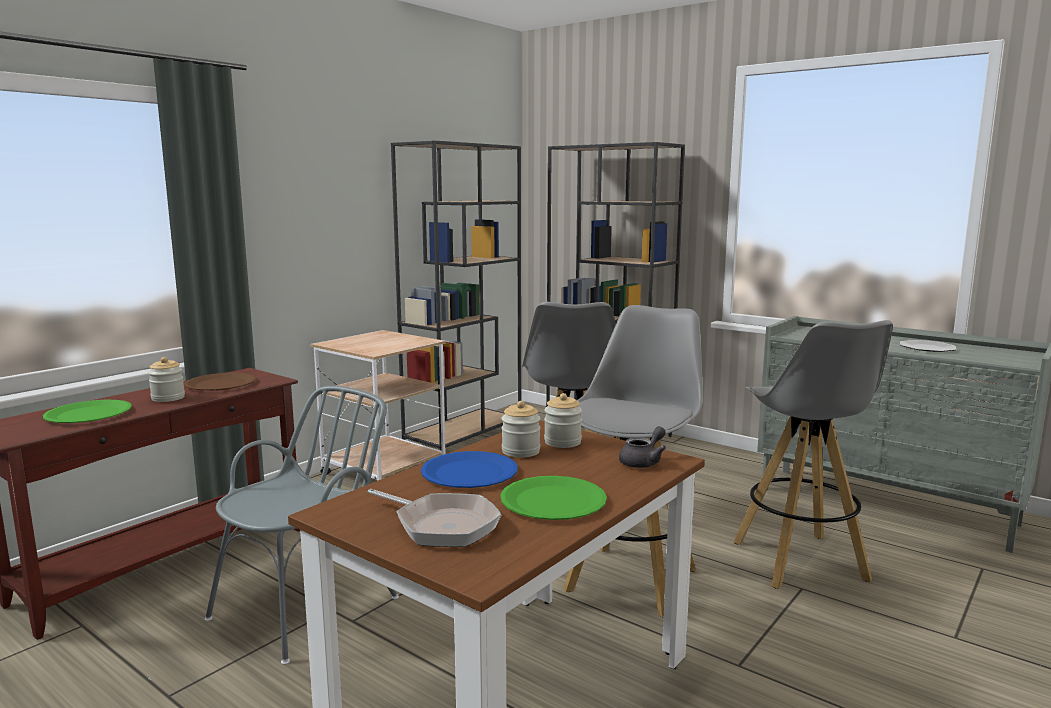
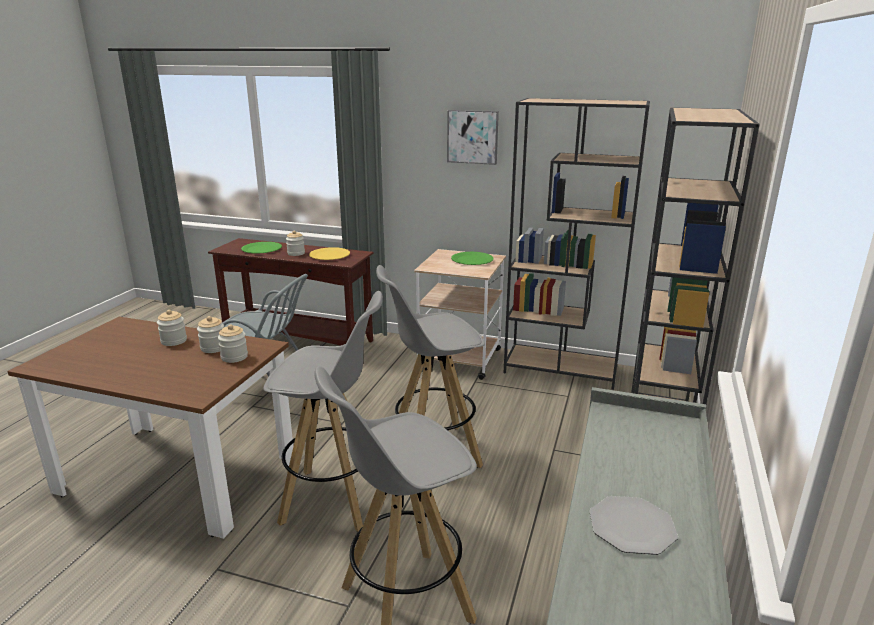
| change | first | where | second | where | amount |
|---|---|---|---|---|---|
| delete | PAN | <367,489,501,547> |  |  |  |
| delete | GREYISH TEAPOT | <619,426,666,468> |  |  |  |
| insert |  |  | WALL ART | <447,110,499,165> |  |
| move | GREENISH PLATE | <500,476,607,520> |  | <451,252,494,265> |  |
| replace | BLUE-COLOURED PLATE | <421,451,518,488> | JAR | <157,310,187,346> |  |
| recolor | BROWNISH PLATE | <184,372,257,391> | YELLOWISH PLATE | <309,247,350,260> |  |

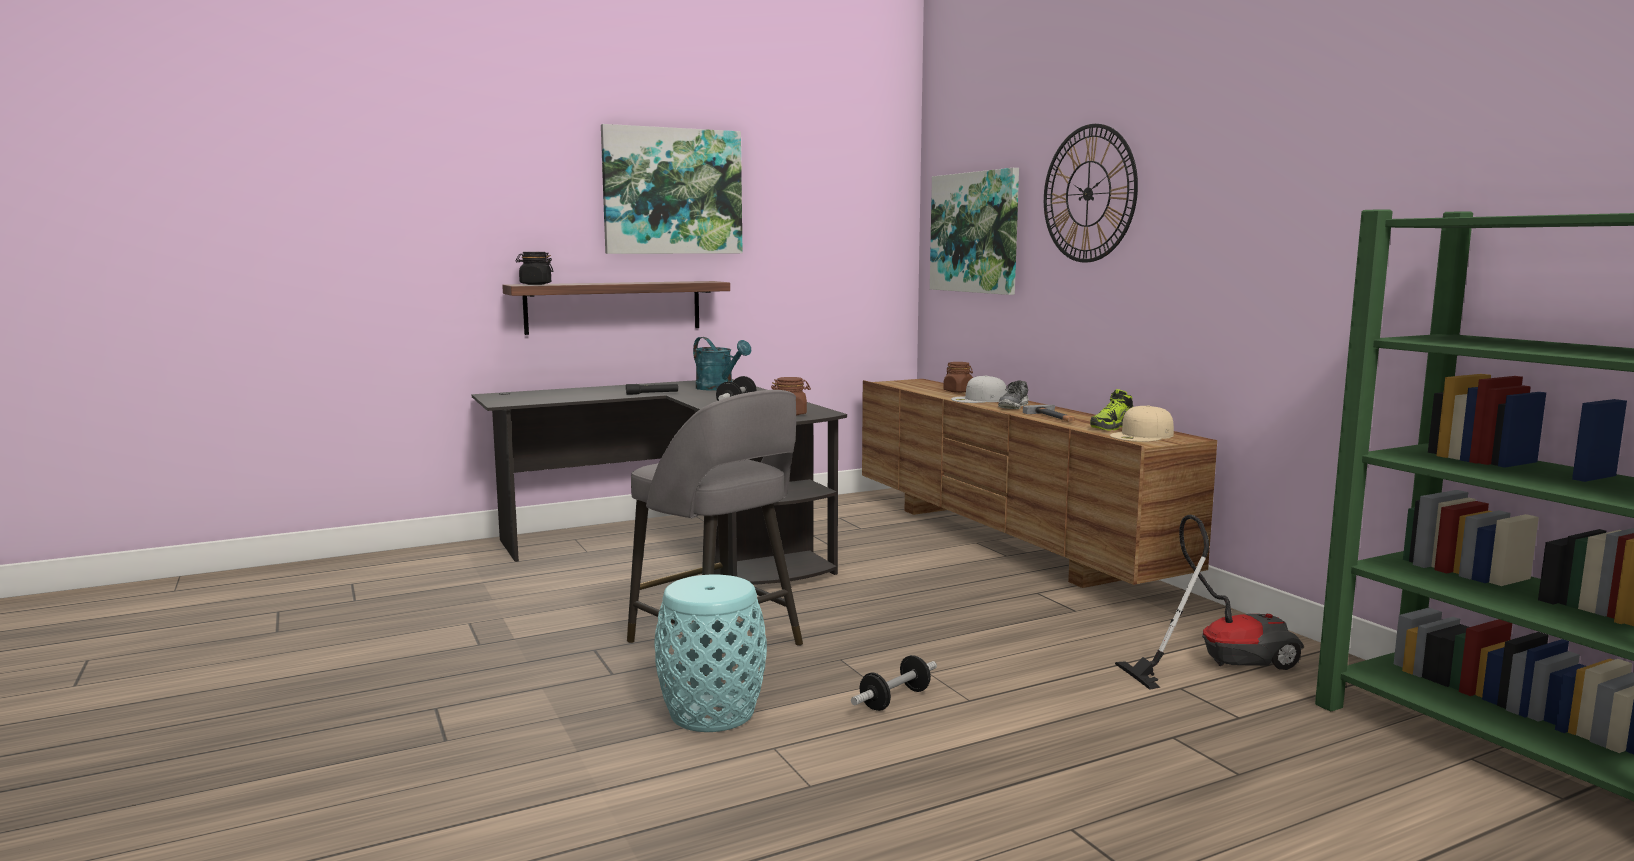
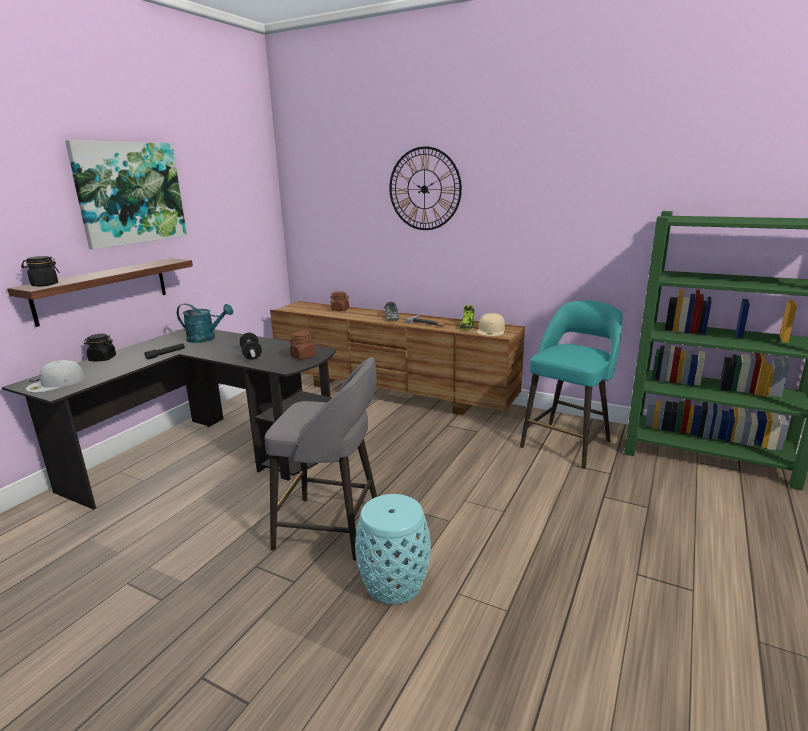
| change | first | where | second | where | amount |
|---|---|---|---|---|---|
| delete | FREE WEIGHT | <851,655,937,711> |  |  |  |
| delete | WALL ART | <930,168,1019,295> |  |  |  |
| insert |  |  | BLACK JAR | <84,334,116,361> |  |
| move | WHITISH CAP | <951,375,1007,403> |  | <26,360,85,393> |  |
| replace | VACUUM CLEANER | <1115,515,1304,690> | BLUE-GREEN STOOL | <520,300,622,468> |  |

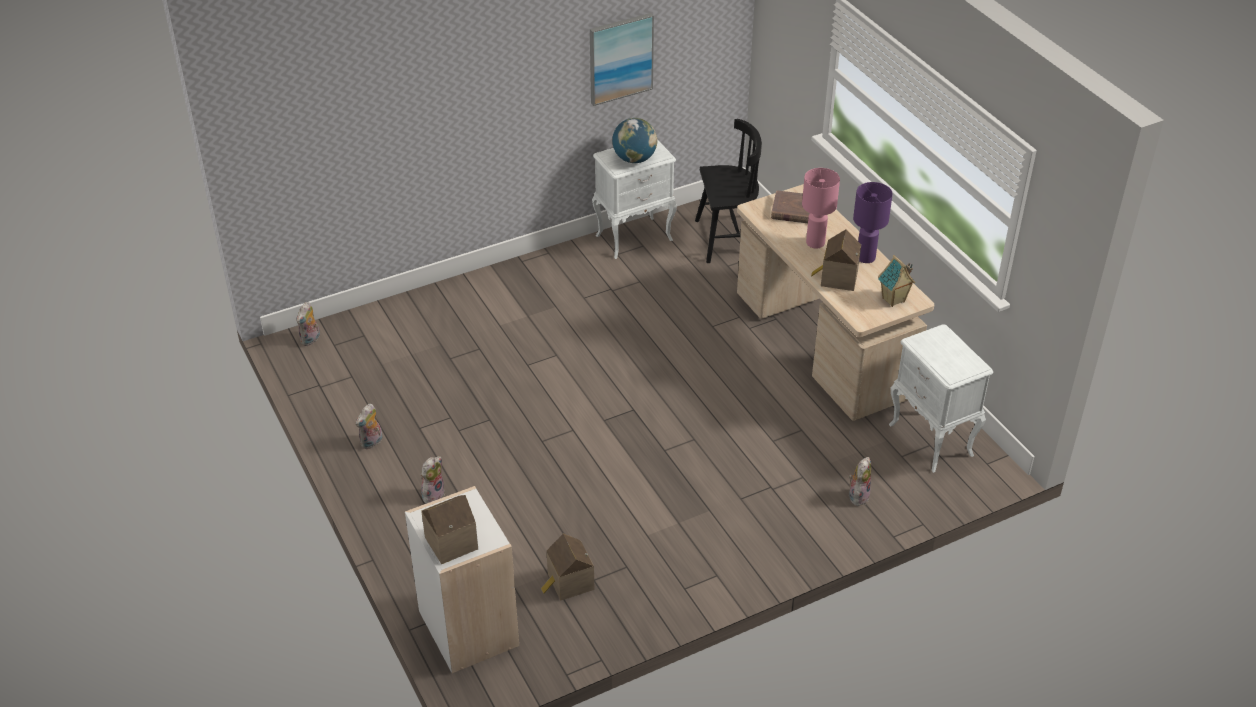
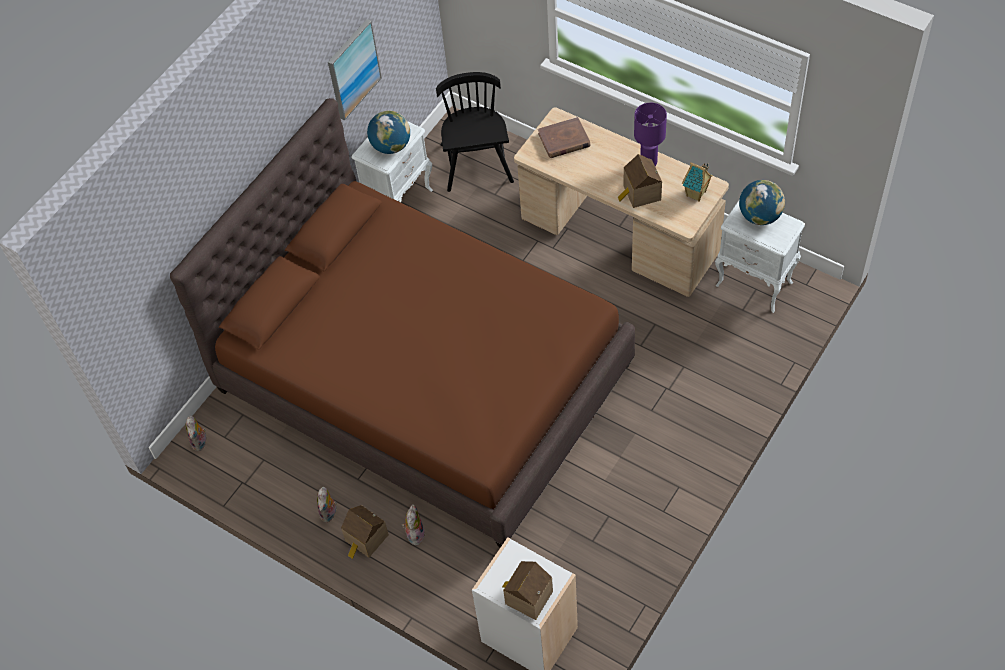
| change | first | where | second | where | amount |
|---|---|---|---|---|---|
| delete | PINKISH TABLE LAMP | <802,168,840,248> |  |  |  |
| delete | SOFT TOY | <849,457,871,506> |  |  |  |
| insert |  |  | BROWNISH BED | <170,98,635,548> |  |
| insert |  |  | DESK GLOBE | <739,180,785,225> |  |
| move | MINIATURE HOUSE | <541,534,595,601> |  | <341,505,389,559> |  |
| rotate | BLACK CHAIR | <695,119,762,263> |  | <436,72,514,192> | 60 degrees counterclockwise |

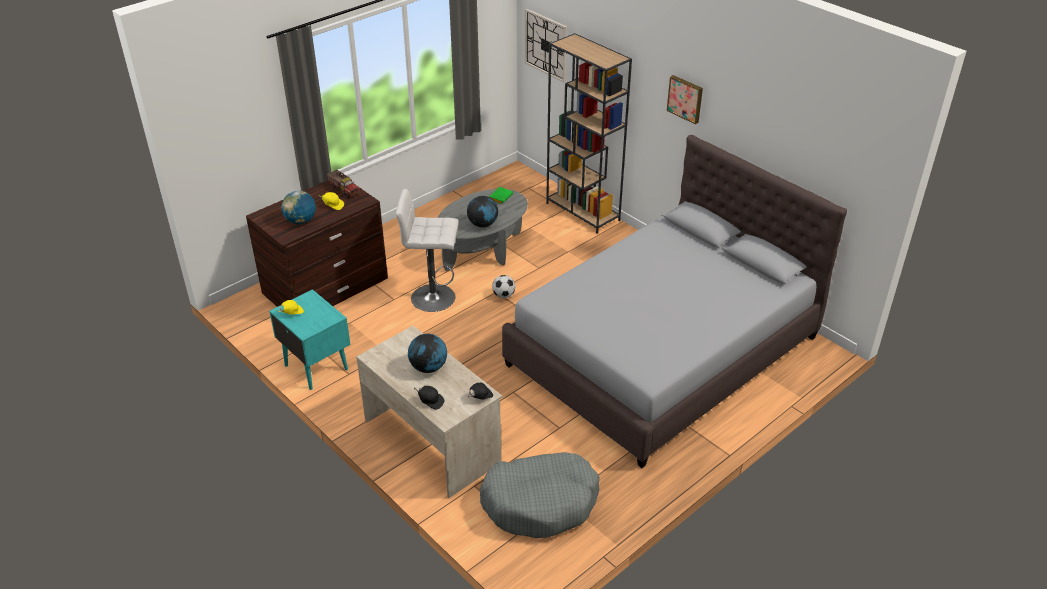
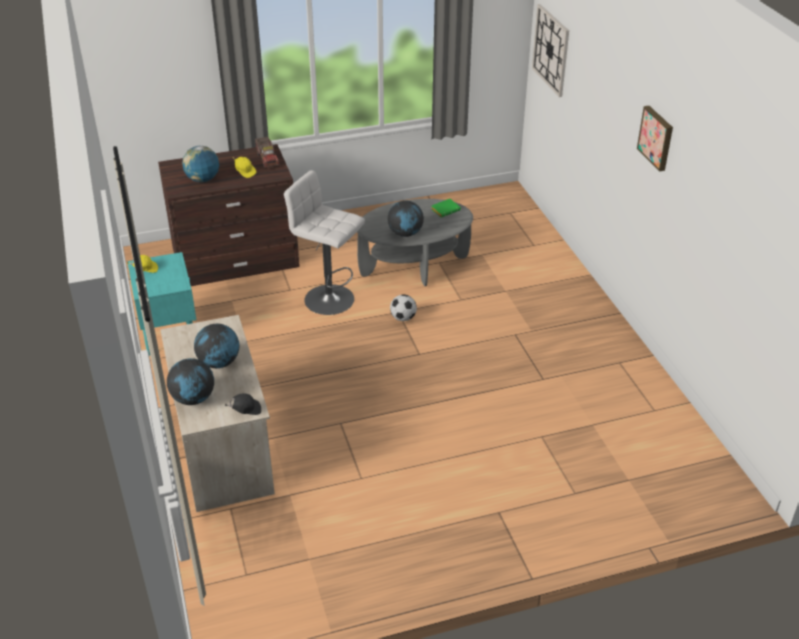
| change | first | where | second | where | amount |
|---|---|---|---|---|---|
| delete | GREYISH PET BED | <480,452,600,538> |  |  |  |
| delete | GREYISH BED | <502,135,847,468> |  |  |  |
| delete | SHELVING UNIT | <546,33,632,234> |  |  |  |
| replace | BLACK CAP | <414,386,444,410> | DESK GLOBE | <167,358,214,405> |  |

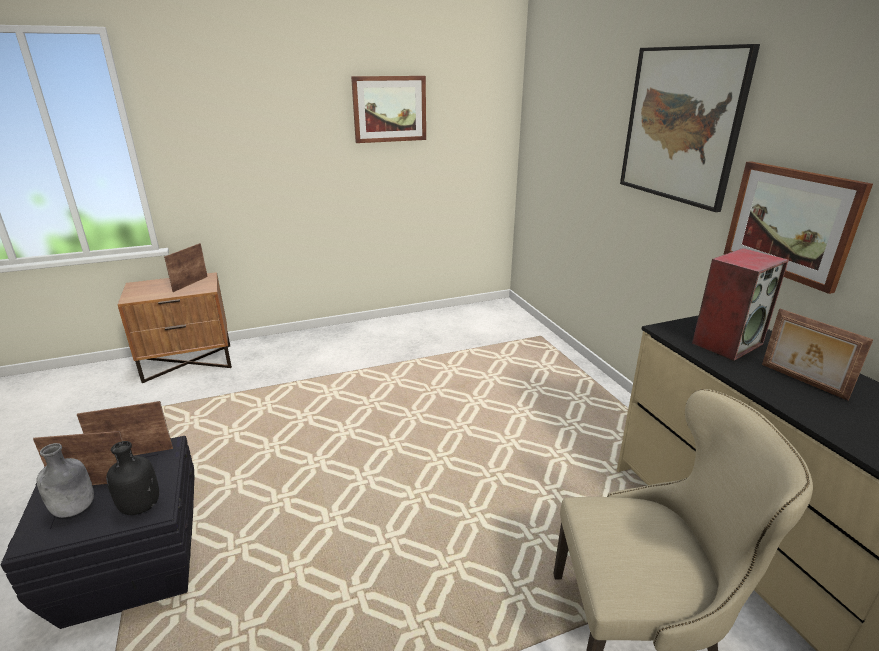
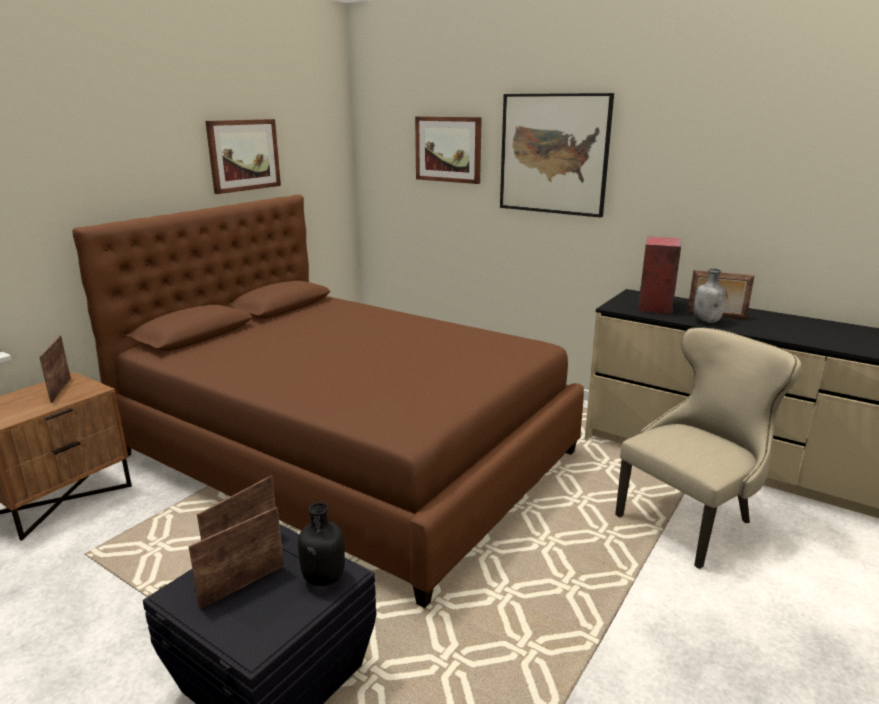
| change | first | where | second | where | amount |
|---|---|---|---|---|---|
| insert |  |  | BROWNISH BED | <72,194,584,608> |  |
| move | GREYISH BEVERAGE BOTTLE | <36,443,94,518> |  | <693,269,726,323> |  |
| move | WALL ART | <724,161,873,294> |  | <415,116,482,184> |  |

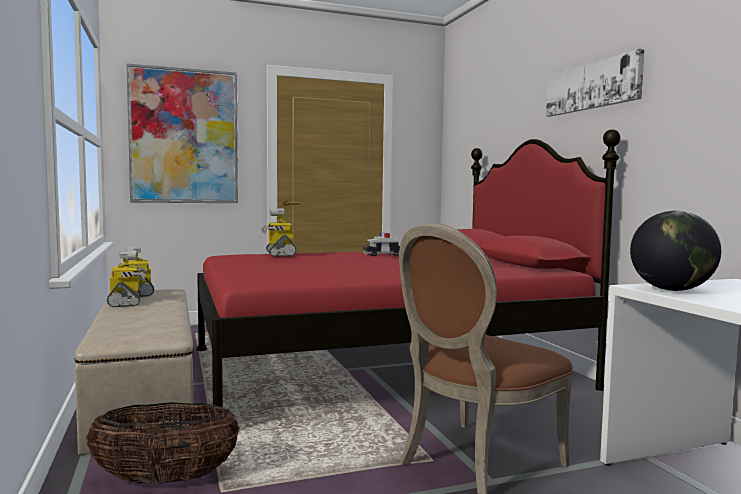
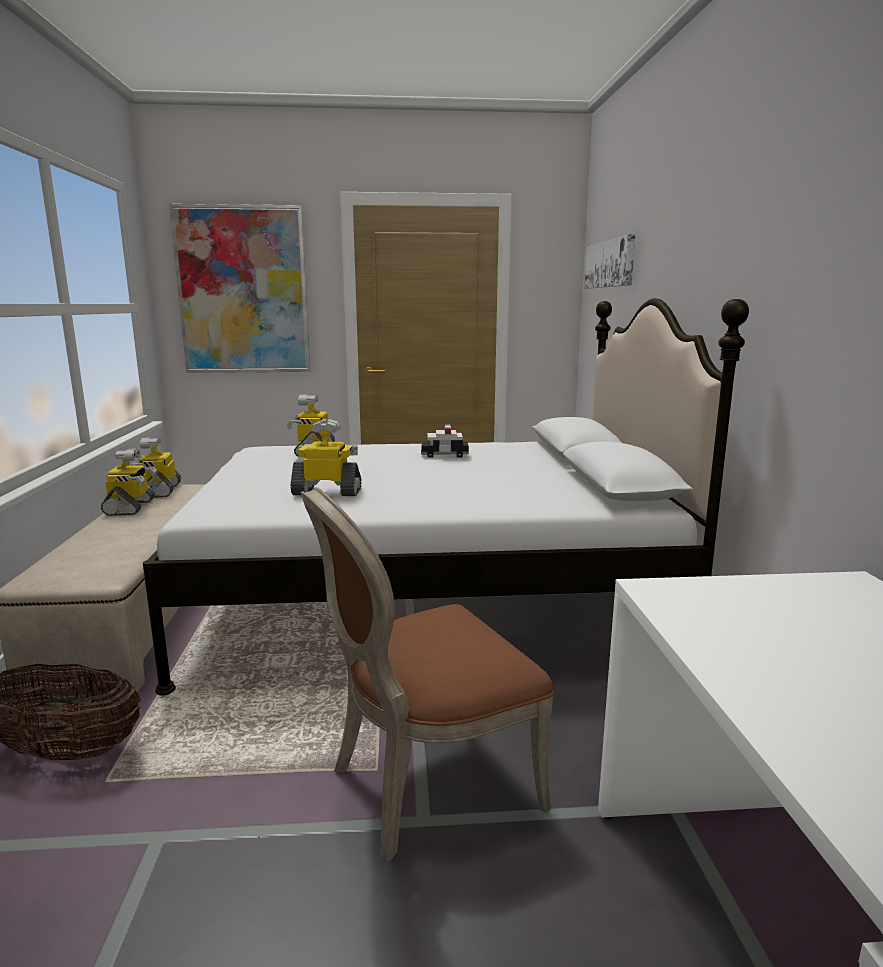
| change | first | where | second | where | amount |
|---|---|---|---|---|---|
| delete | DESK GLOBE | <630,211,721,291> |  |  |  |
| insert |  |  | ROBOT FIGURE | <291,419,361,496> |  |
| move | WALL ART | <546,49,644,117> |  | <584,234,636,289> |  |
| recolor | REDDISH BED | <196,129,621,412> | WHITISH BED | <143,298,749,695> |  |

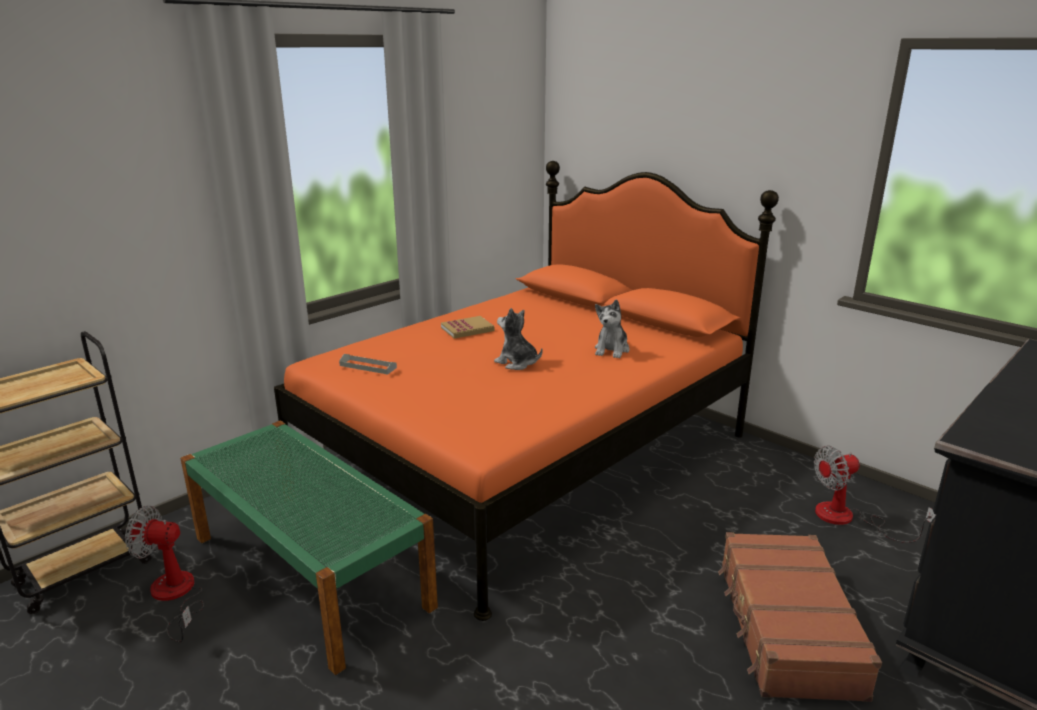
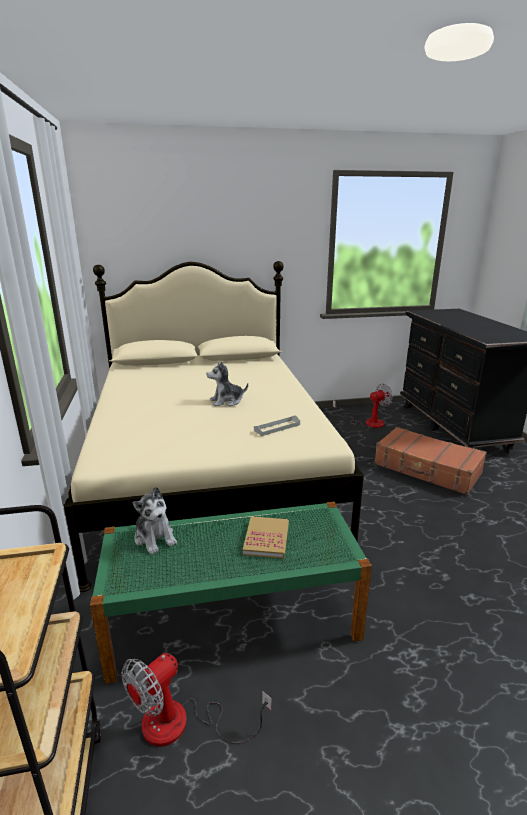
| change | first | where | second | where | amount |
|---|---|---|---|---|---|
| move | GREYISH SERVING TRAY | <339,354,397,375> |  | <254,415,300,436> |  |
| move | BOUND BOOK | <441,316,495,339> |  | <243,516,289,559> |  |
| move | SOFT TOY | <595,299,630,358> |  | <133,486,177,555> |  |
| recolor | ORANGEY BED | <274,161,779,621> | BEIGE BED | <64,261,364,592> |  |
| rotate | ELECTRIC FAN | <814,446,936,543> |  | <333,384,393,428> | 135 degrees counterclockwise |

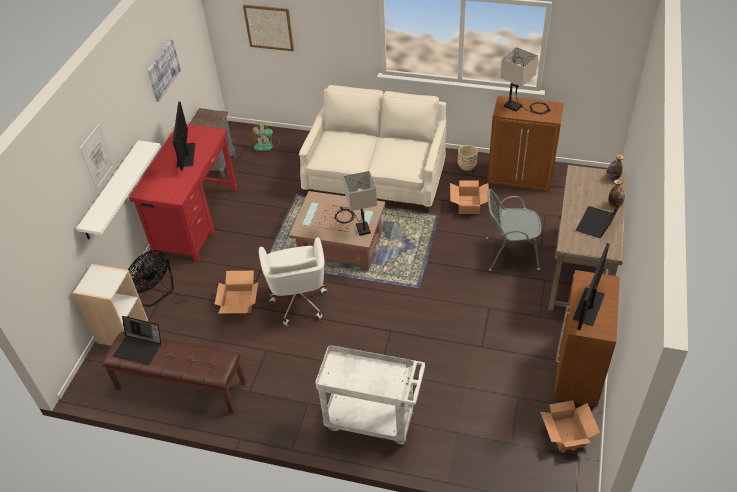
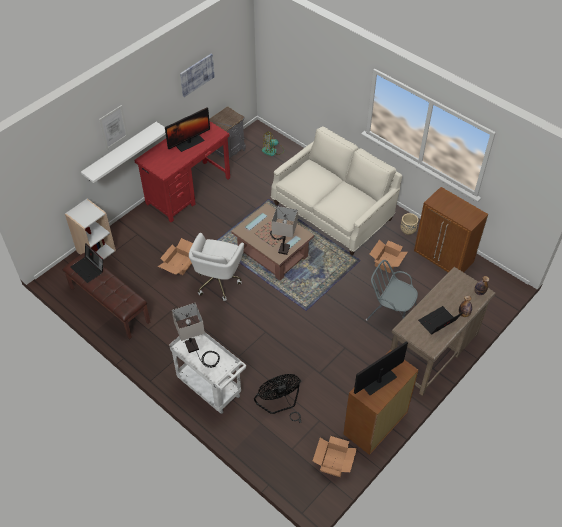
| change | first | where | second | where | amount |
|---|---|---|---|---|---|
| delete | WALL ART | <243,5,294,51> |  |  |  |
| move | BLACK ELECTRIC FAN | <128,250,187,307> |  | <254,374,302,423> |  |
| move | TABLE LAMP | <500,47,551,114> |  | <172,303,220,368> |  |
| rotate | COMPUTER SCREEN | <173,102,195,170> |  | <165,108,210,152> | 150 degrees counterclockwise |

